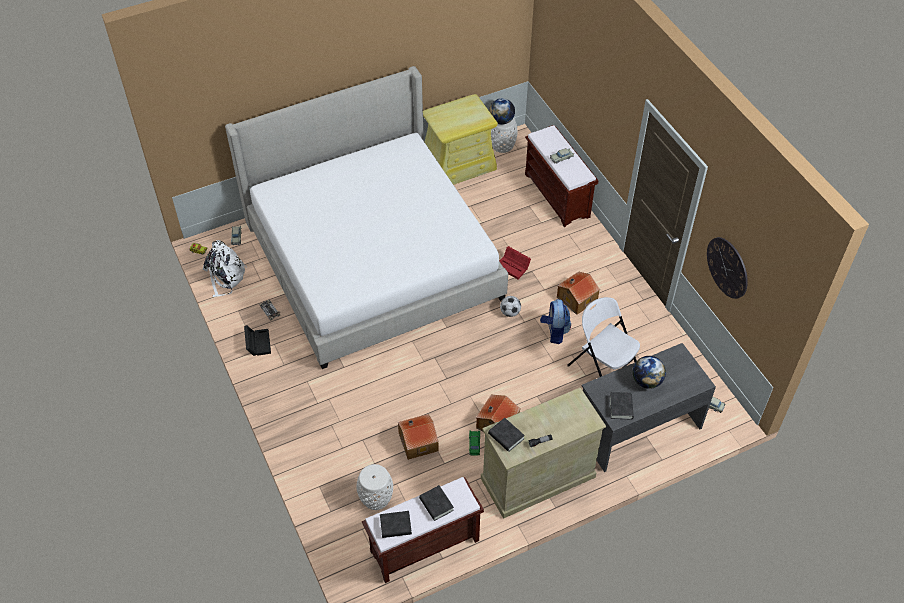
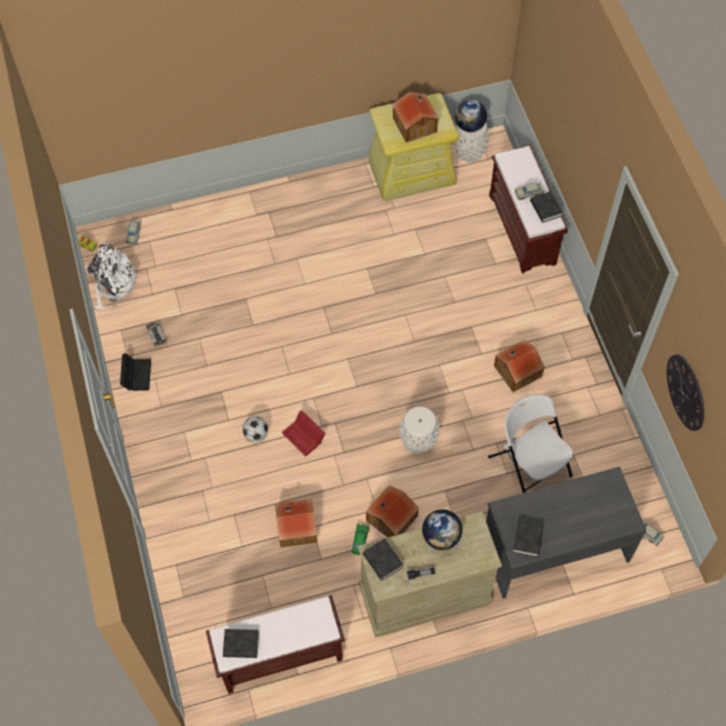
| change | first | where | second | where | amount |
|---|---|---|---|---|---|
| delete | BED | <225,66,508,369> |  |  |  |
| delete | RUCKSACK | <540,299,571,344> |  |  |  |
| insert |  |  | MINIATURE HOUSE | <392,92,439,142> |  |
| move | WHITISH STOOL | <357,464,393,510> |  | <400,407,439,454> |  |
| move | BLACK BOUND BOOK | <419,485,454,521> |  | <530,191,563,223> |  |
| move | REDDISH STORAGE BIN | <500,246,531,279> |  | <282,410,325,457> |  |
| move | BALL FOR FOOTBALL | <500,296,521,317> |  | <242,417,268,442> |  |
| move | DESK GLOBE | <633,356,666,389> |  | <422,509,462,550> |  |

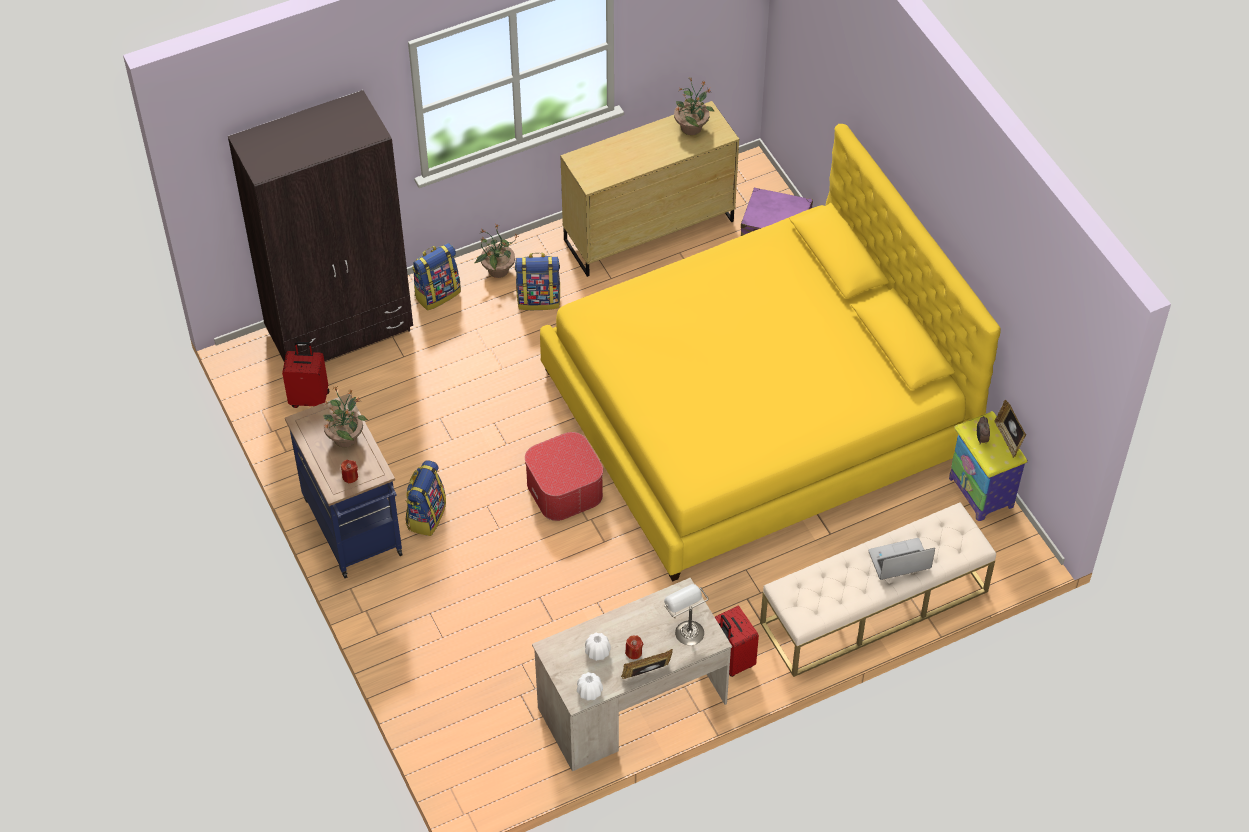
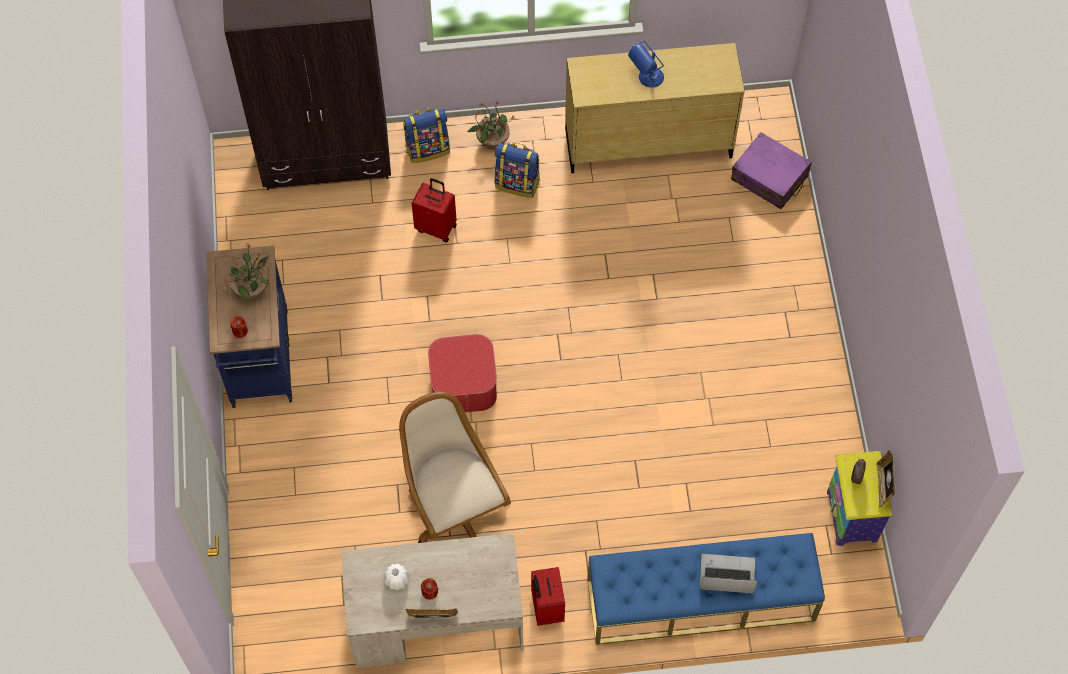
| change | first | where | second | where | amount |
|---|---|---|---|---|---|
| delete | RUCKSACK | <405,460,446,536> |  |  |  |
| delete | YELLOWISH BED | <540,124,1001,581> |  |  |  |
| delete | WHITISH FLOWER VASE | <577,672,603,701> |  |  |  |
| delete | WHITISH TABLE LAMP | <664,584,709,645> |  |  |  |
| delete | POTTED PLANT | <674,77,715,135> |  |  |  |
| insert |  |  | DESK CHAIR | <399,391,511,543> |  |
| insert |  |  | BLUE-COLOURED TABLE LAMP | <628,41,664,88> |  |
| move | REDDISH SUITCASE | <282,341,329,408> |  | <411,178,457,243> |  |
| recolor | BEIGE BENCH | <760,502,996,677> | BLUE-COLOURED BENCH | <587,533,825,645> |  |

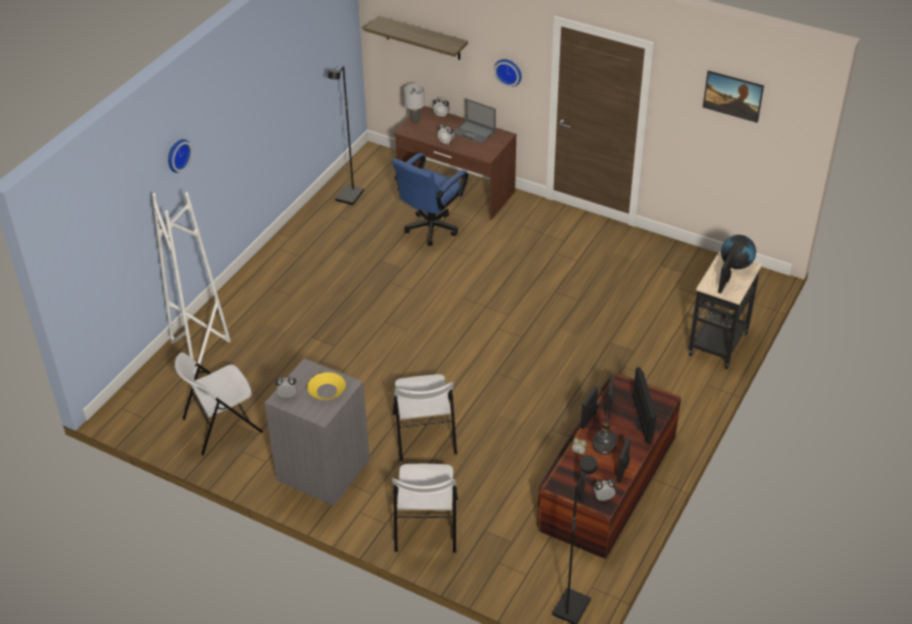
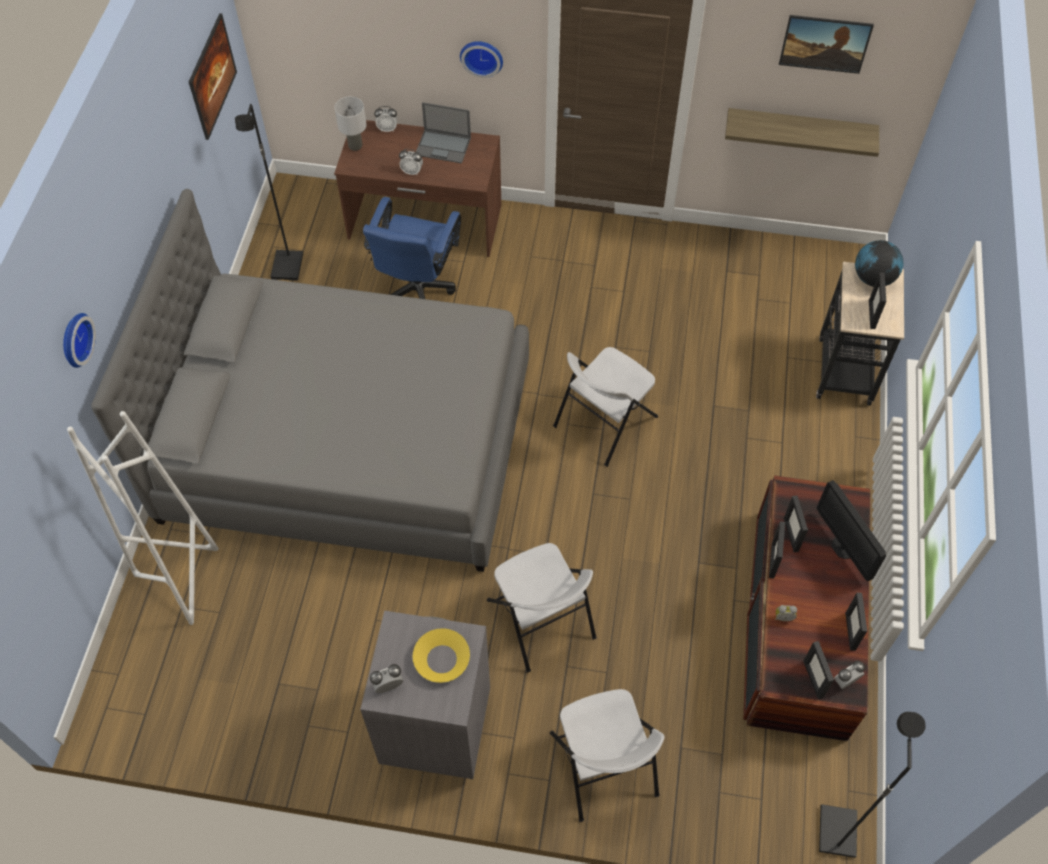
| change | first | where | second | where | amount |
|---|---|---|---|---|---|
| delete | GREYISH TABLE LAMP | <592,408,617,455> |  |  |  |
| insert |  |  | GREYISH BED | <91,189,529,572> |  |
| insert |  |  | WALL ART | <189,13,237,140> |  |
| move | WHITISH CHAIR | <175,352,263,455> |  | <553,347,658,467> |  |
| move | WALL SHELF | <364,16,468,60> |  | <725,108,879,157> |  |

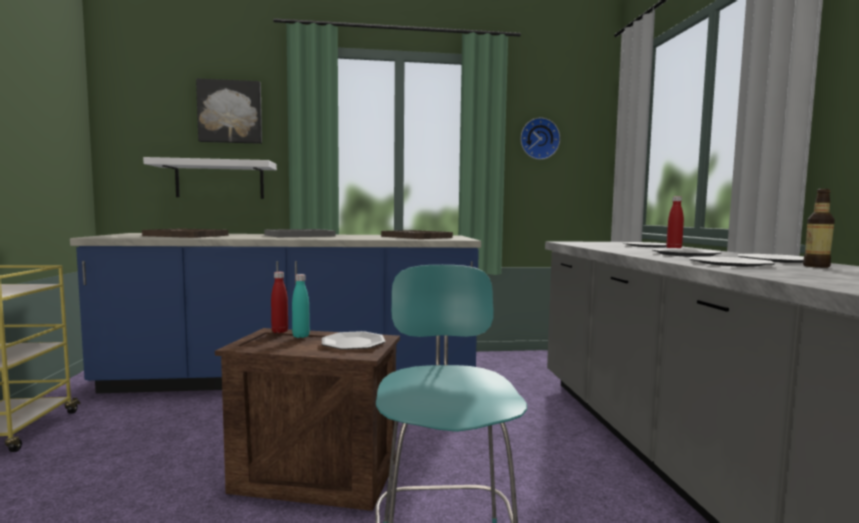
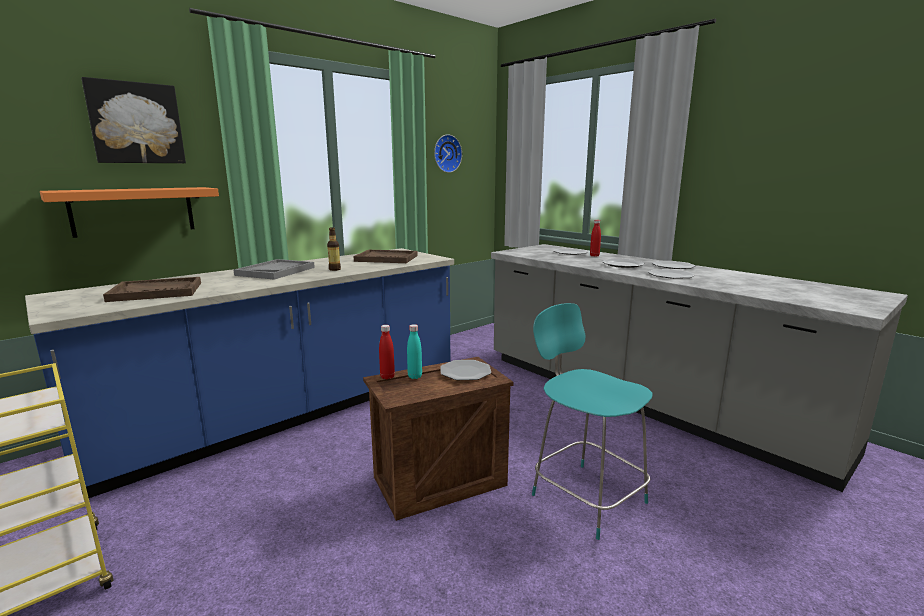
| change | first | where | second | where | amount |
|---|---|---|---|---|---|
| move | BEVERAGE BOTTLE | <803,189,835,268> |  | <327,227,341,271> |  |
| recolor | WHITISH WALL SHELF | <143,157,277,199> | ORANGEY WALL SHELF | <40,187,219,238> |  |

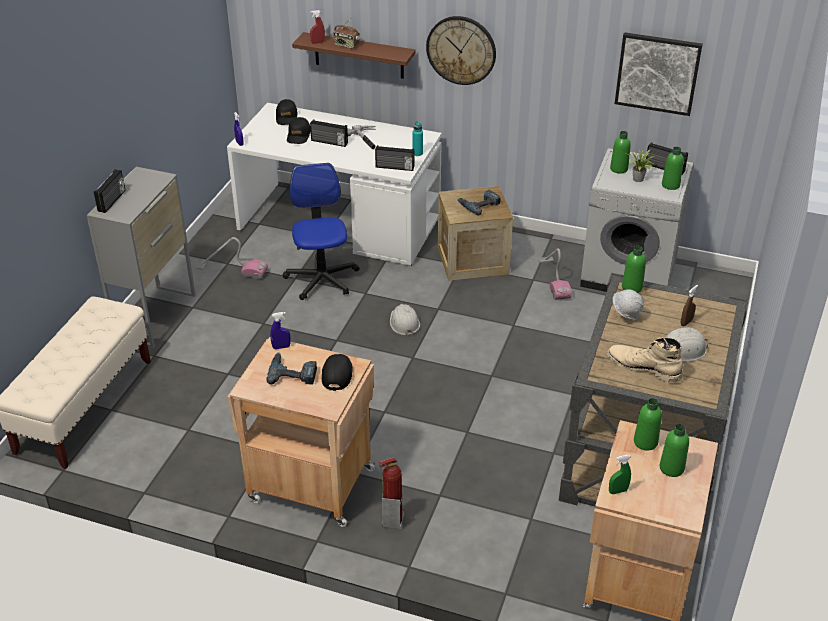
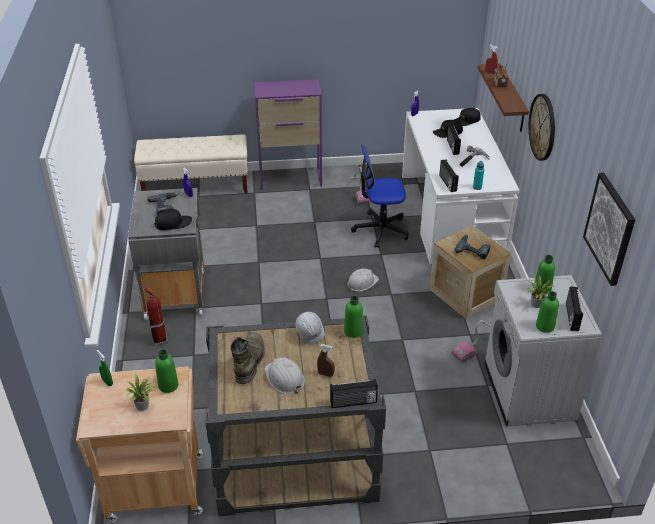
| change | first | where | second | where | amount |
|---|---|---|---|---|---|
| move | RADIO | <94,170,125,213> |  | <330,379,378,408> |  |
| replace | GREENISH BEVERAGE BOTTLE | <660,424,689,477> | POTTED PLANT | <125,374,156,411> |  |
| recolor | GREYISH CABINET | <87,167,196,348> | PURPLISH CABINET | <254,79,322,190> |  |
| recolor | BROWNISH WHEELED CART | <227,337,375,527> | GREYISH WHEELED CART | <128,188,204,320> |  |
| recolor | BEIGE BOOT | <607,337,683,383> | GREENISH BOOT | <230,332,265,384> |  |
| rotate | DESK CHAIR | <282,163,360,300> |  | <351,144,408,248> | 150 degrees counterclockwise |

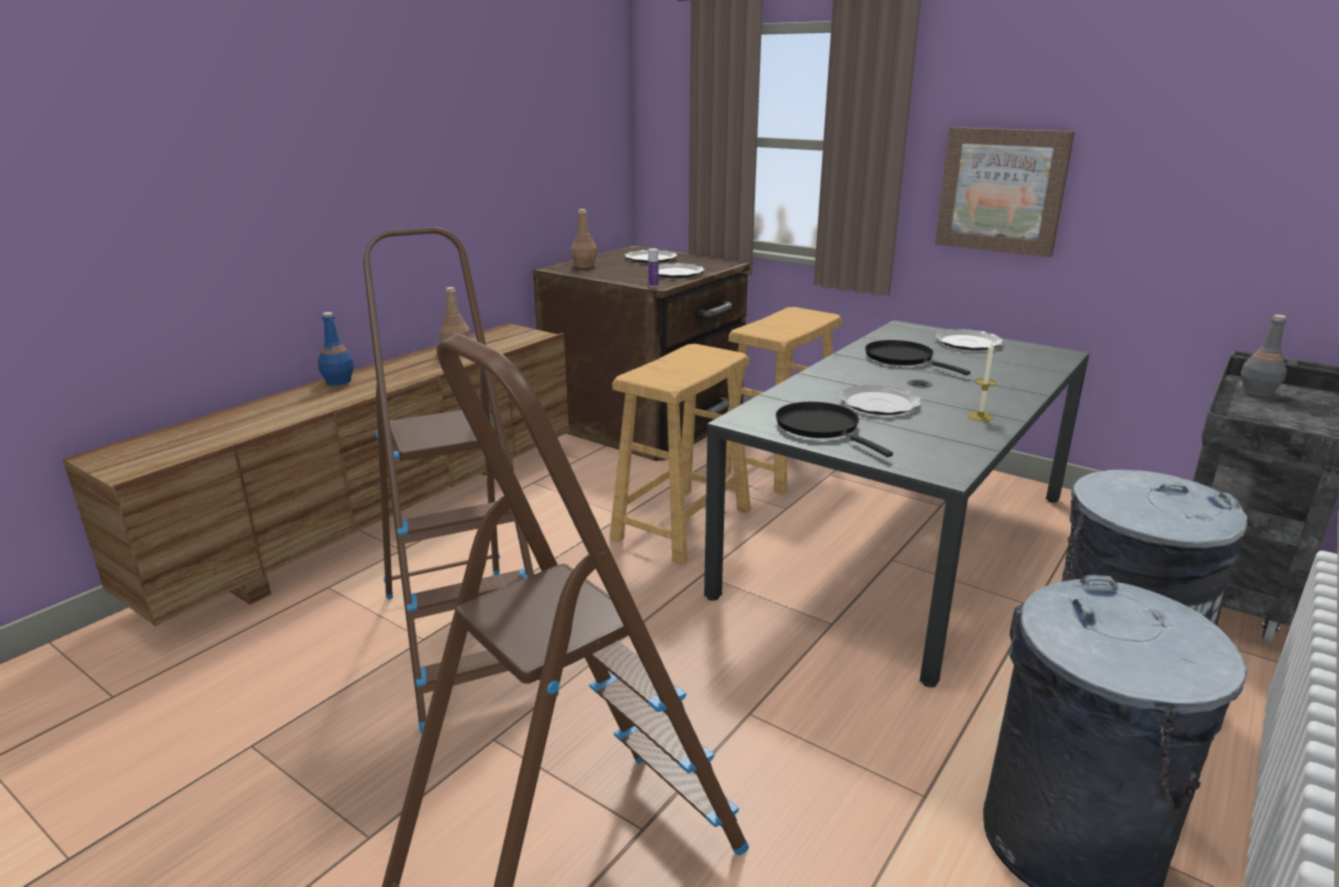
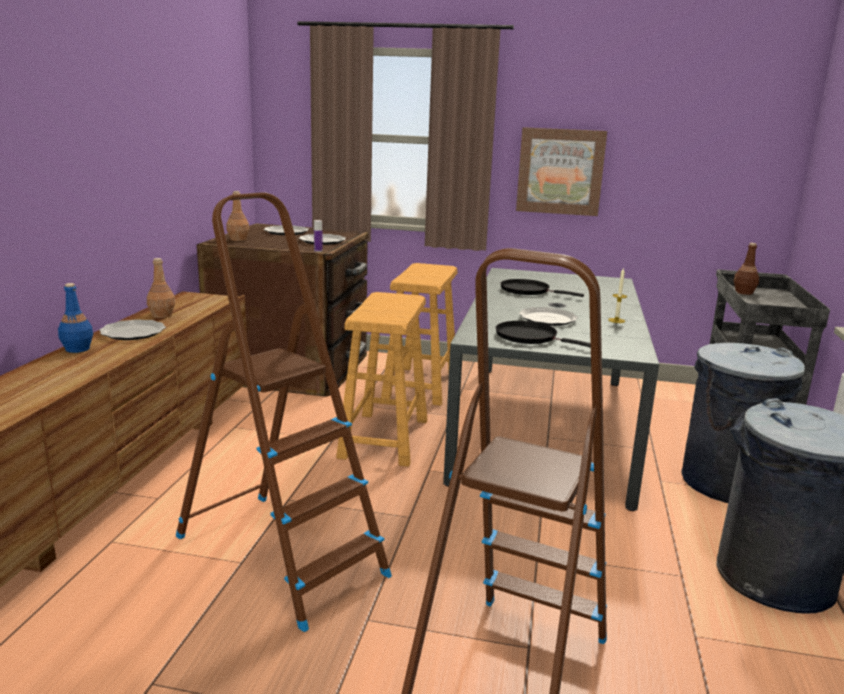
| change | first | where | second | where | amount |
|---|---|---|---|---|---|
| move | PLATE | <934,329,1004,351> |  | <99,319,166,340> |  |
| recolor | GREYISH BEVERAGE BOTTLE | <1241,314,1287,397> | BROWNISH BEVERAGE BOTTLE | <734,243,759,295> |  |

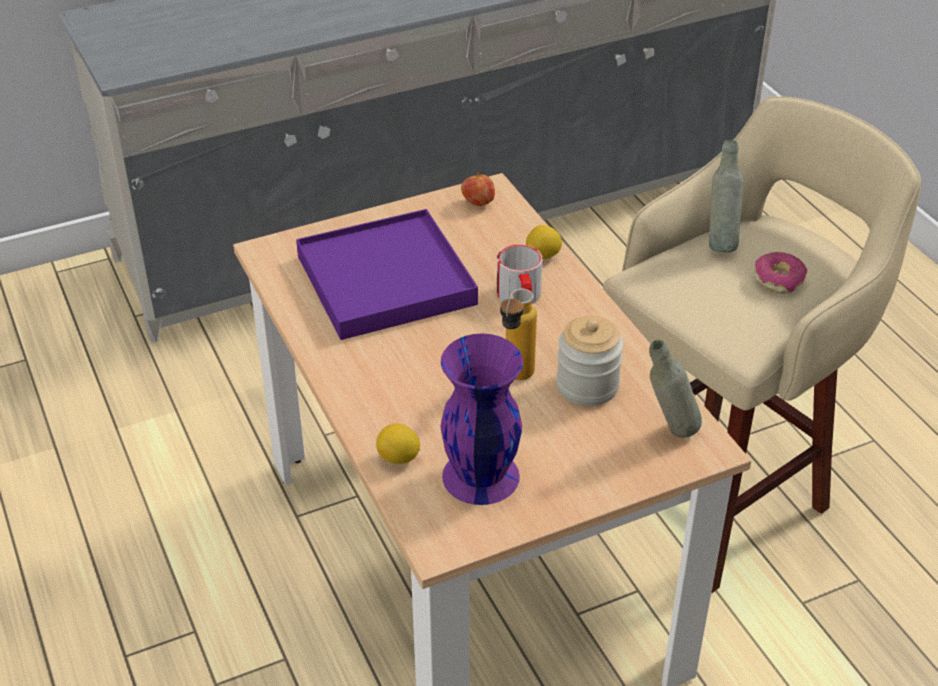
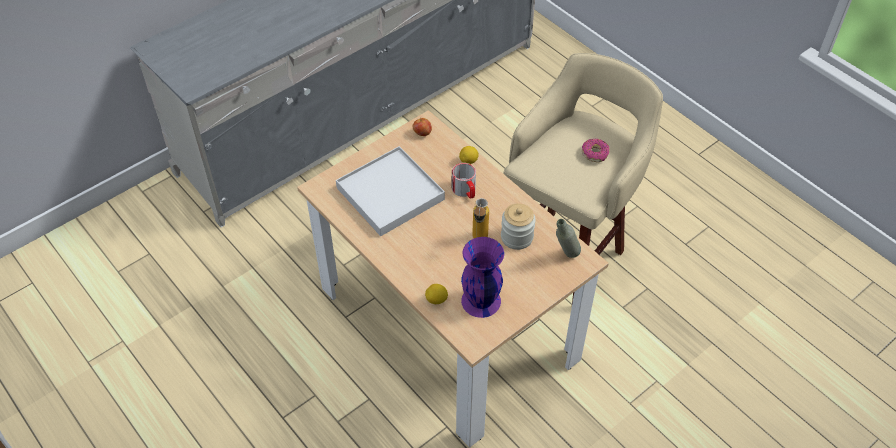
| change | first | where | second | where | amount |
|---|---|---|---|---|---|
| delete | GREYISH BEVERAGE BOTTLE | <709,139,744,252> |  |  |  |
| recolor | PURPLISH SERVING TRAY | <296,209,478,340> | WHITISH SERVING TRAY | <336,146,445,236> |  |

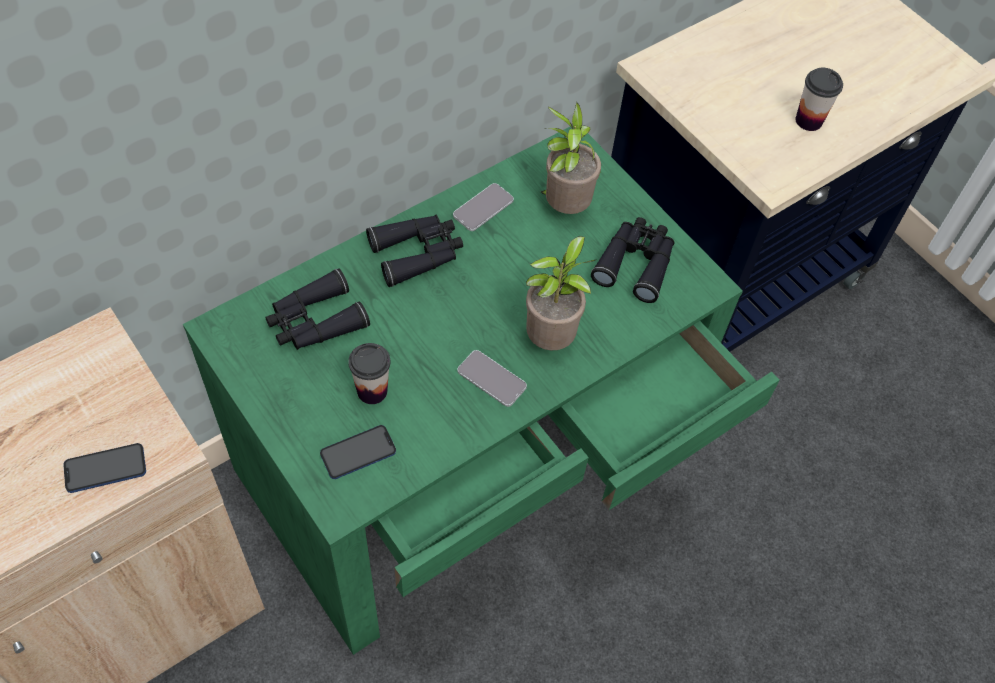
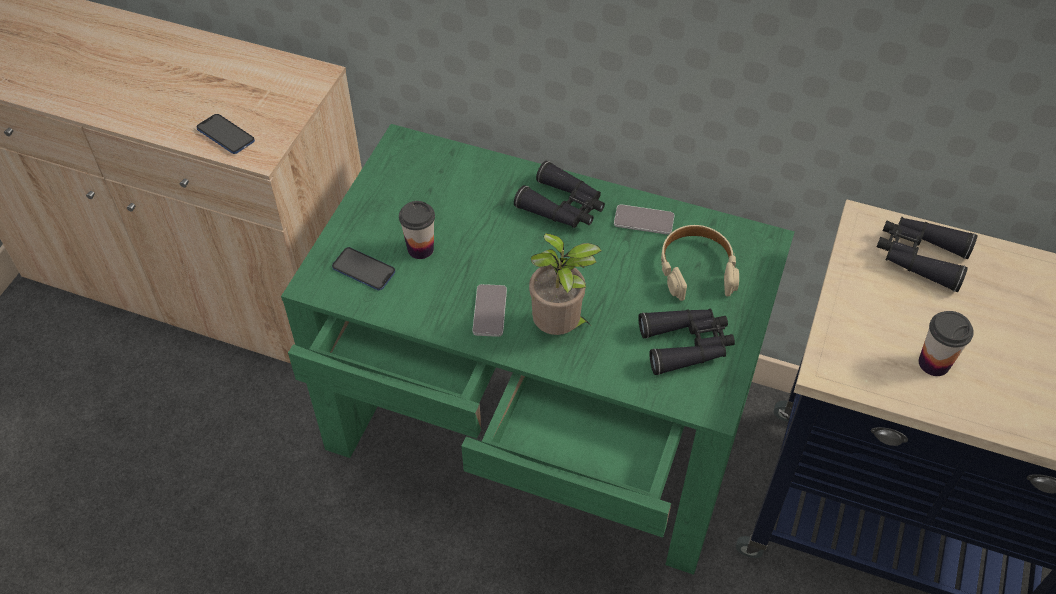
| change | first | where | second | where | amount |
|---|---|---|---|---|---|
| move | BLACK FIELD GLASSES | <265,268,370,350> |  | <877,217,978,292> |  |
| replace | POTTED PLANT | <541,102,601,214> | BEIGE PAIR OF HEADPHONES | <661,225,739,301> |  |

